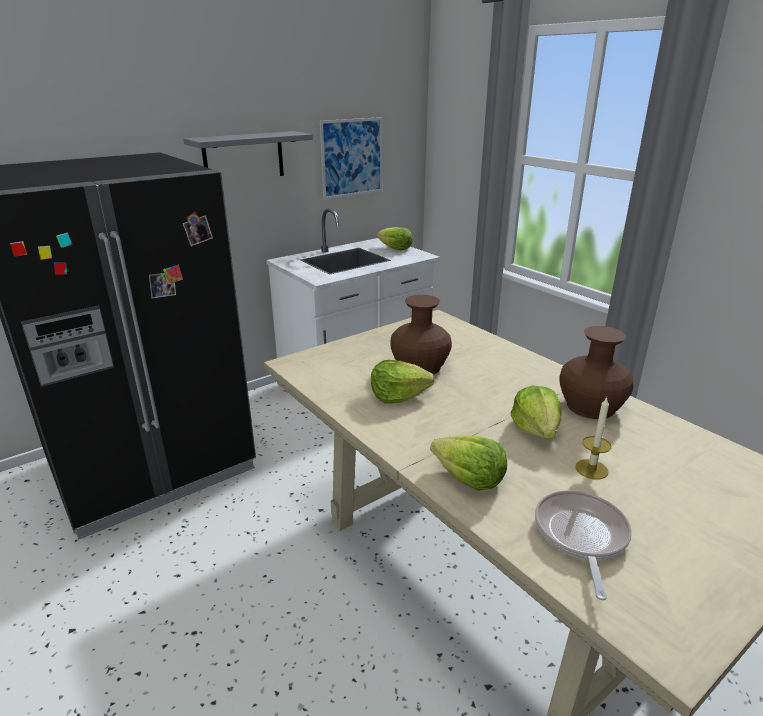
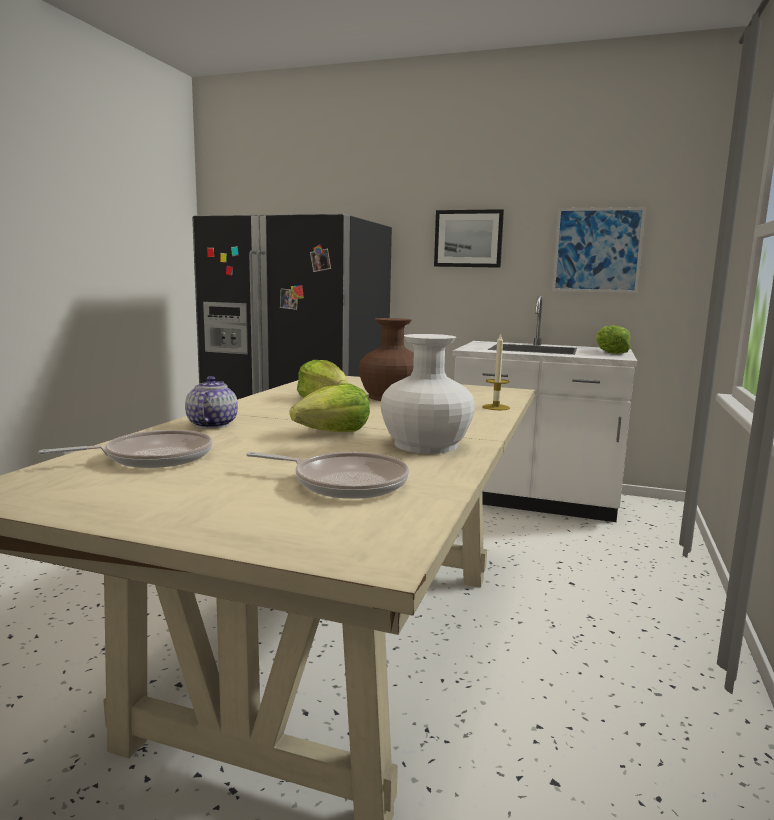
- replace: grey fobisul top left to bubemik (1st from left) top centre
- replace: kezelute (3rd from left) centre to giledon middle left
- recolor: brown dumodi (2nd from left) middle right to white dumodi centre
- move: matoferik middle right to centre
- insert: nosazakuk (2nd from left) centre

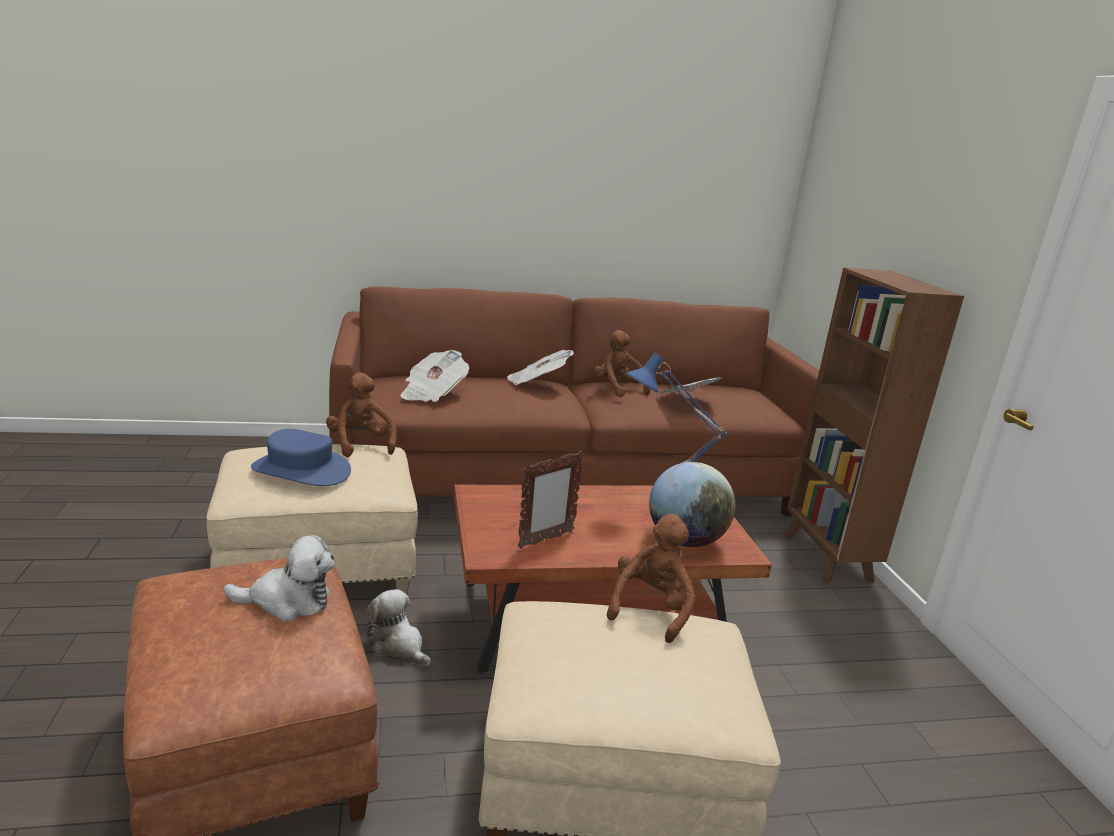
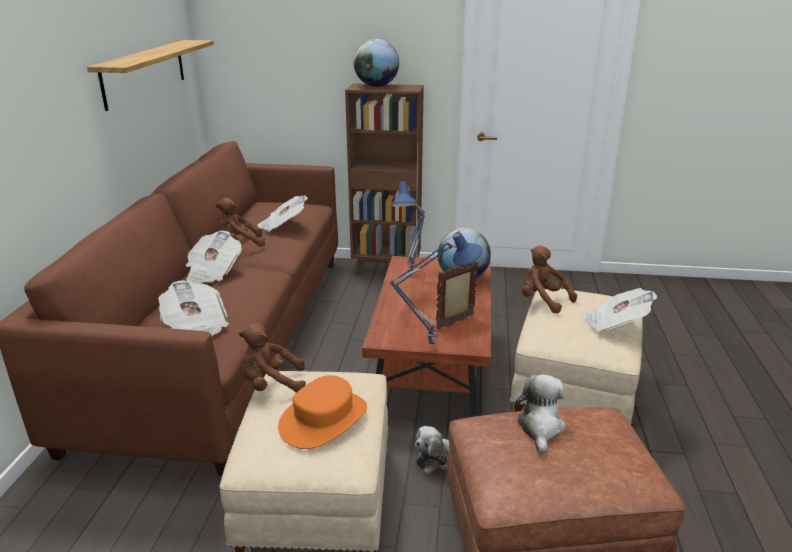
- recolor: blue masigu middle left to orange masigu bottom centre
- rotate: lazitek centre = centre 105 degrees counterclockwise
- insert: fobisul top left
- insert: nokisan (1st from left) top centre
- insert: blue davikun (2nd from left) centre
- insert: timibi (4th from left) middle right

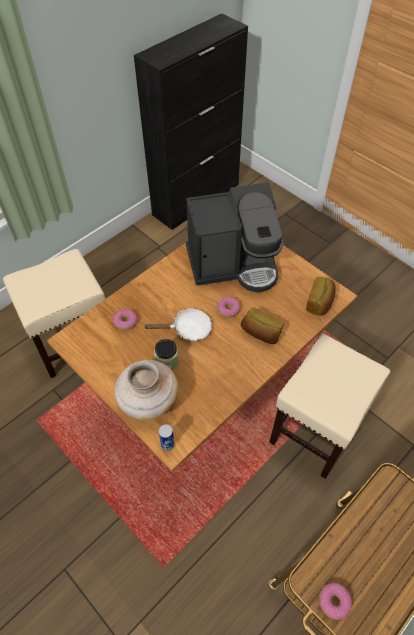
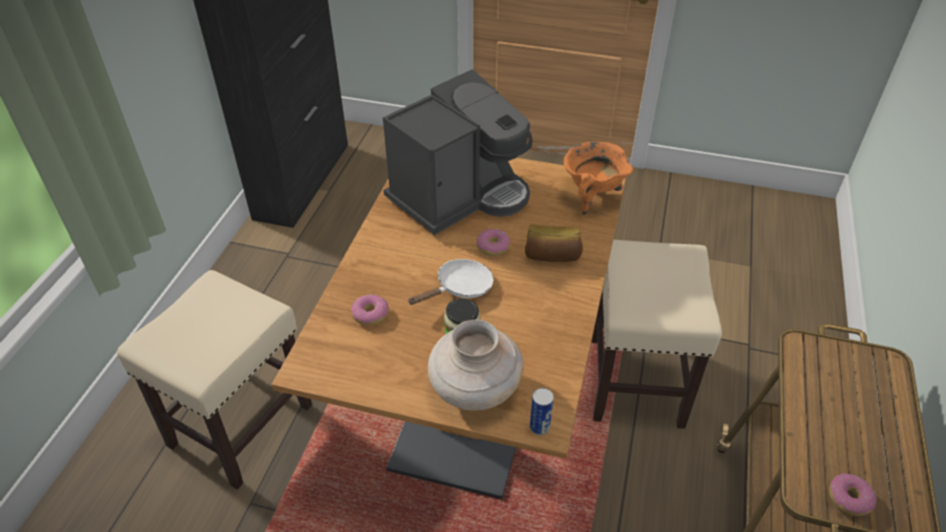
- replace: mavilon (2nd from left) middle right to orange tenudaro centre

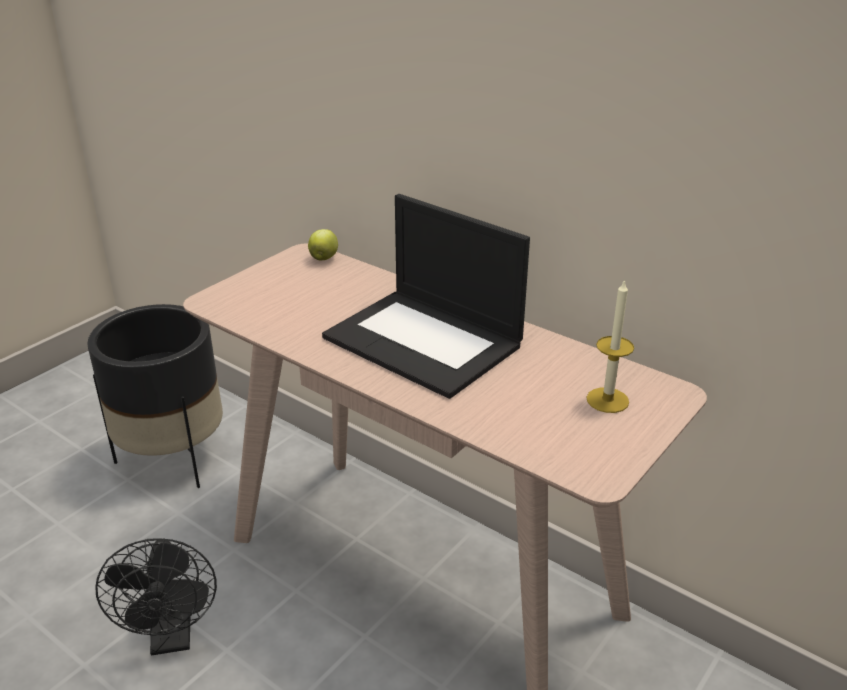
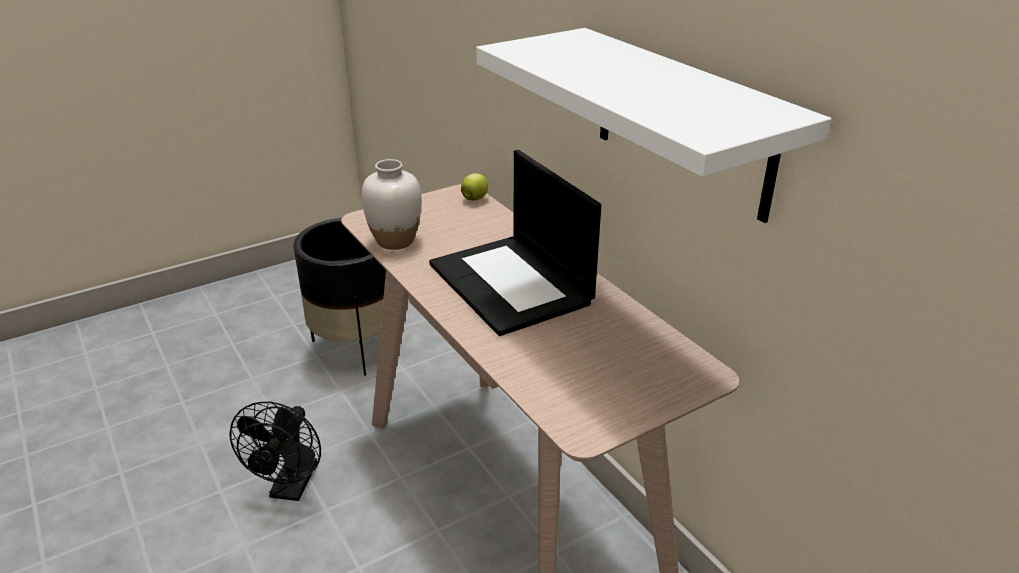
- delete: matoferik middle right
- insert: white dumodi centre
- insert: white fobisul top centre

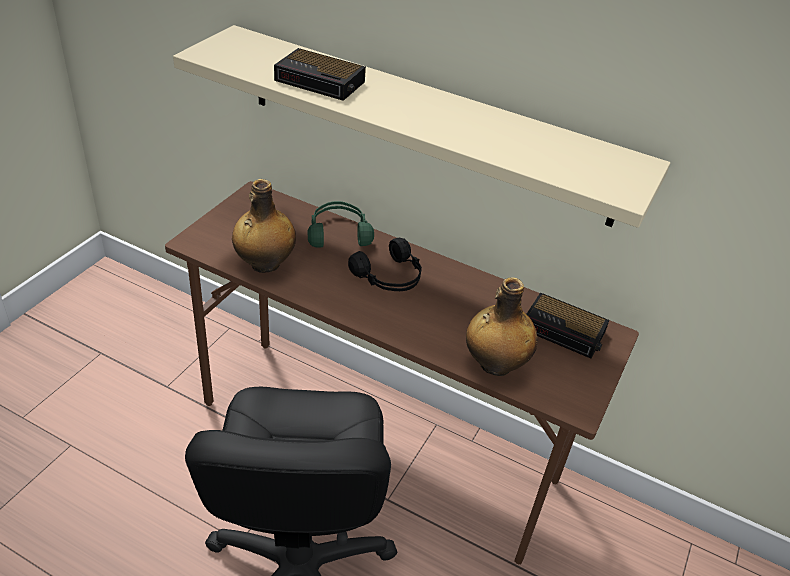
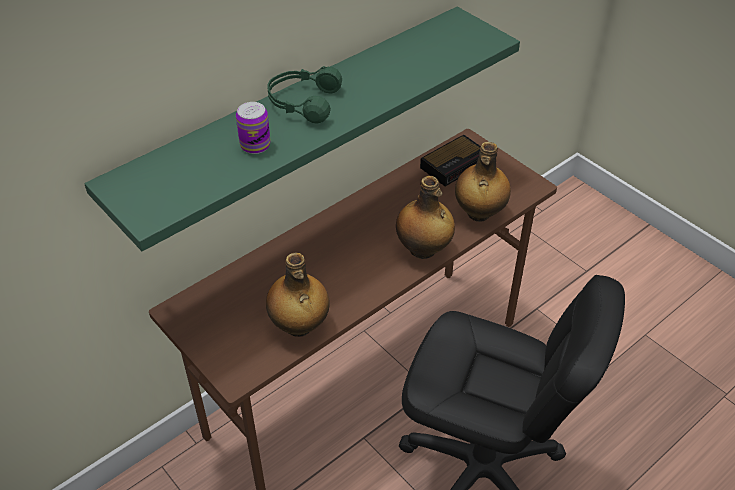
- recolor: beige fobisul top centre to green fobisul top centre
- replace: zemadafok (1st from left) top centre to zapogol top centre
- move: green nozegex centre to top centre
- delete: black nozegex centre
- insert: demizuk (2nd from left) centre

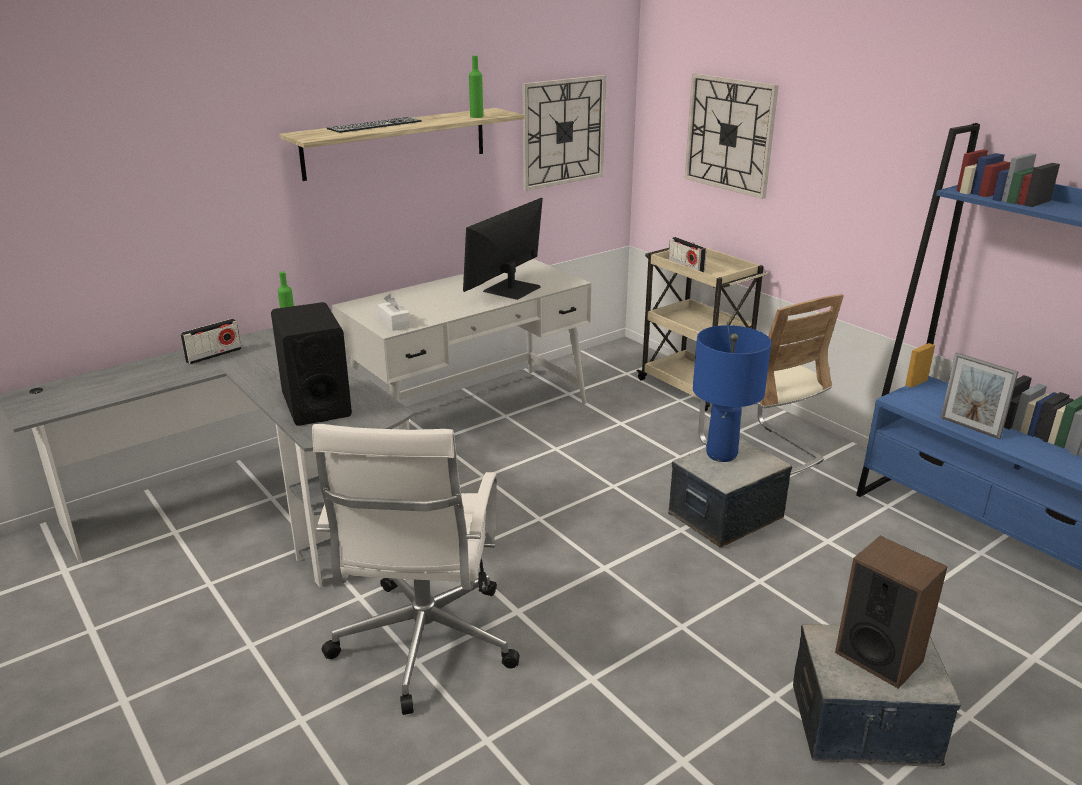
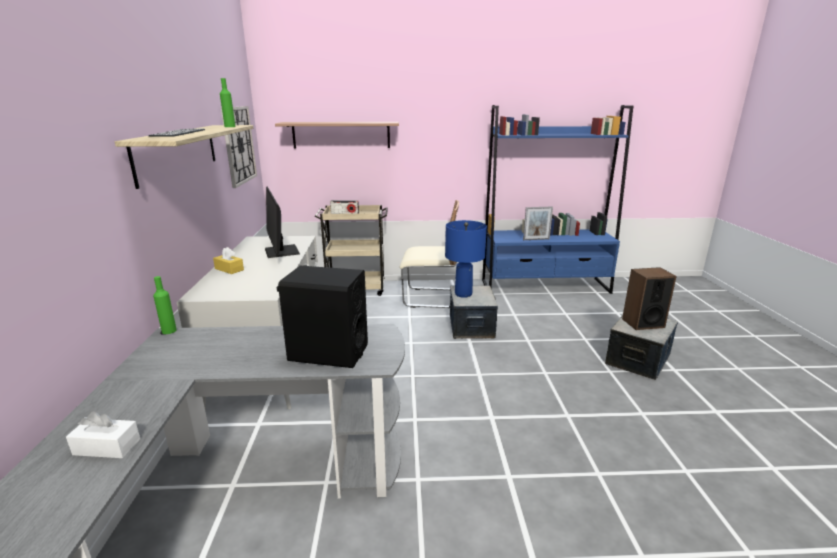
- delete: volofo (1st from left) middle left
- delete: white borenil bottom centre
- move: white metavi centre to bottom left
- replace: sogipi (2nd from left) top right to fobisul (2nd from left) top centre
- insert: yellow metavi middle left

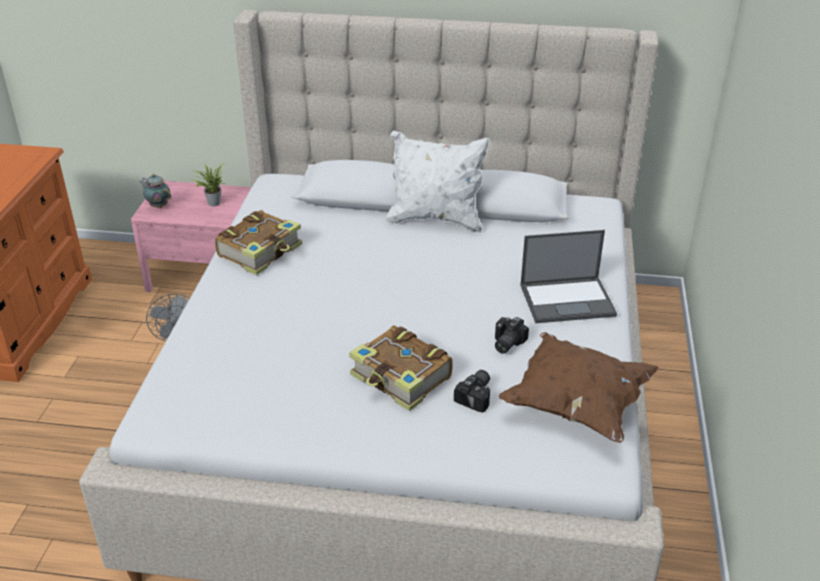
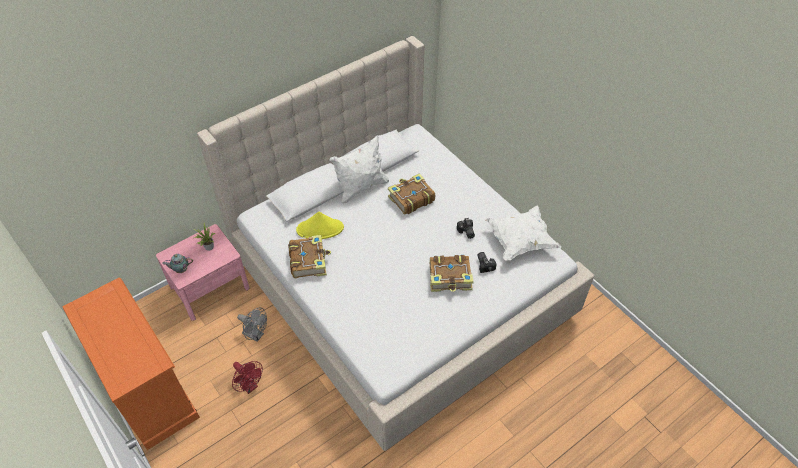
- recolor: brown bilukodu middle right to white bilukodu (2nd from left) centre
- delete: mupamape middle right
- insert: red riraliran bottom left
- insert: yellow masigu centre
- insert: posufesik (2nd from left) centre

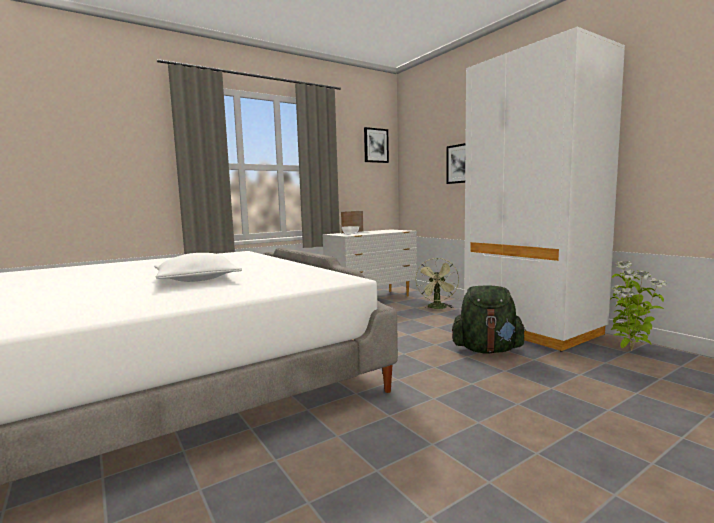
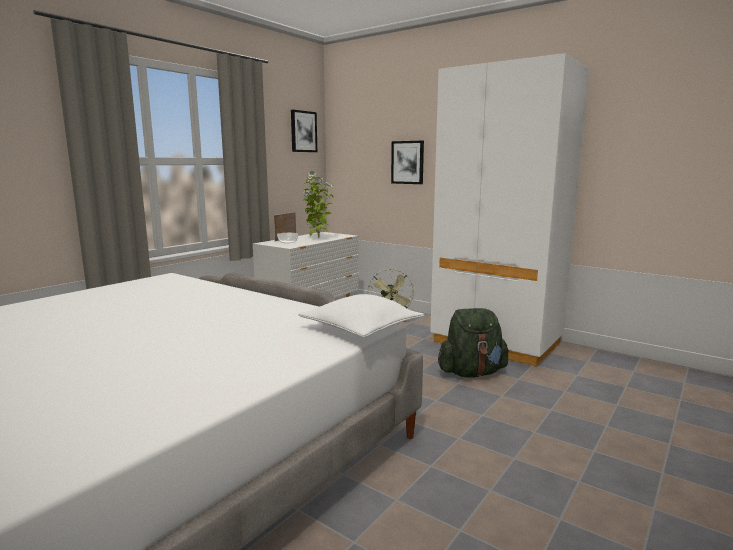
- move: white bilukodu middle left to centre
- move: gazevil middle right to centre

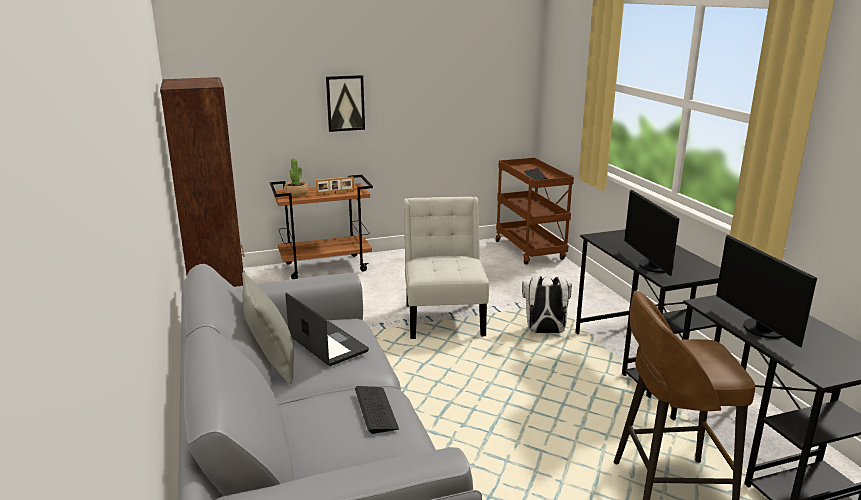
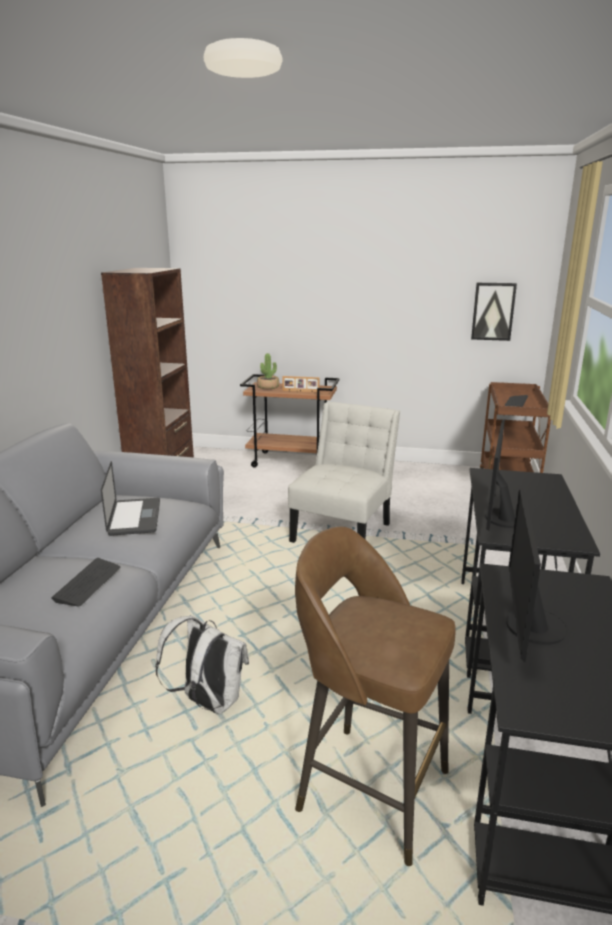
- delete: grey bilukodu middle left
- move: bubemik top centre to middle right
- move: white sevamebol centre to bottom left

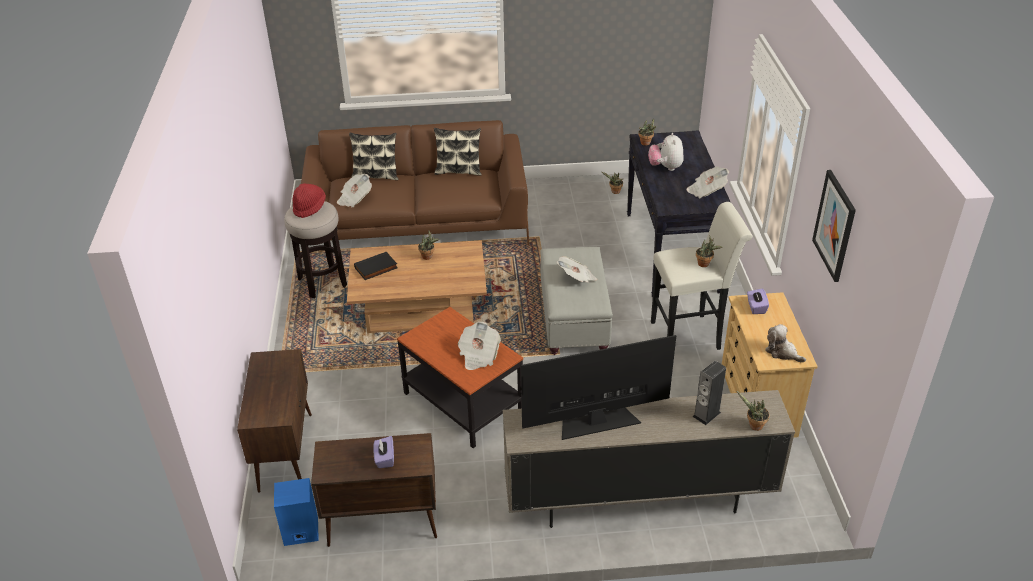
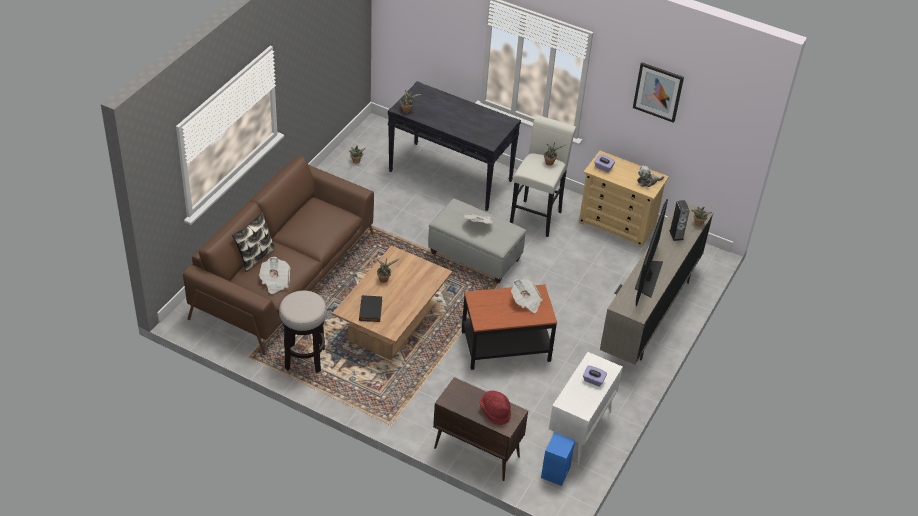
- move: red masigu middle left to bottom centre
- recolor: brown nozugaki (2nd from left) bottom centre to white nozugaki bottom centre
- delete: bilukodu (2nd from left) top centre
- delete: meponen (1st from left) top centre
- delete: timibi (4th from left) top right

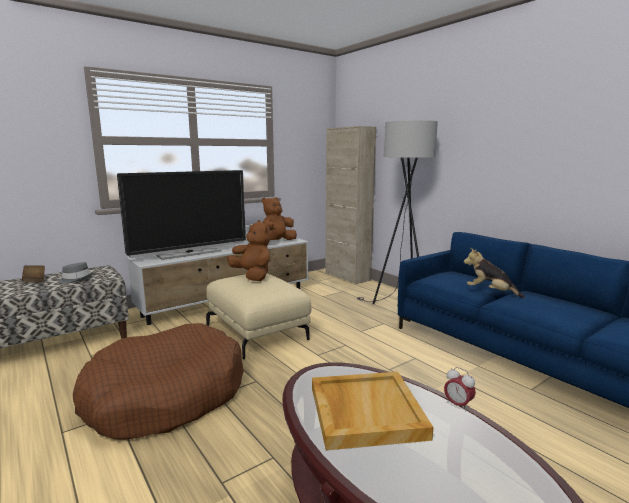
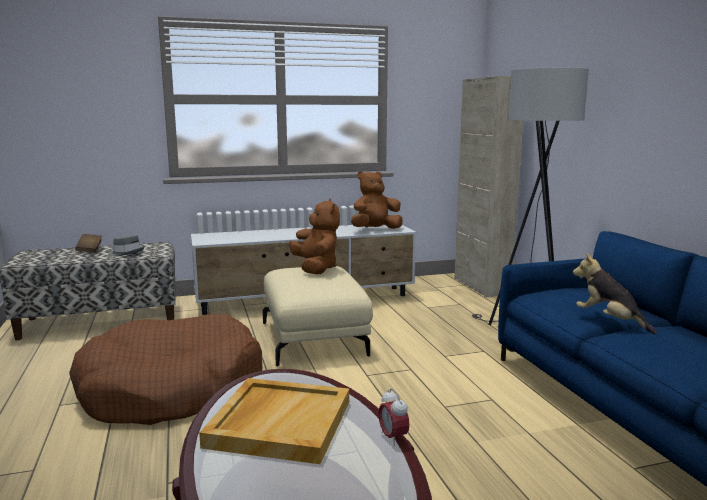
- delete: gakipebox middle left

